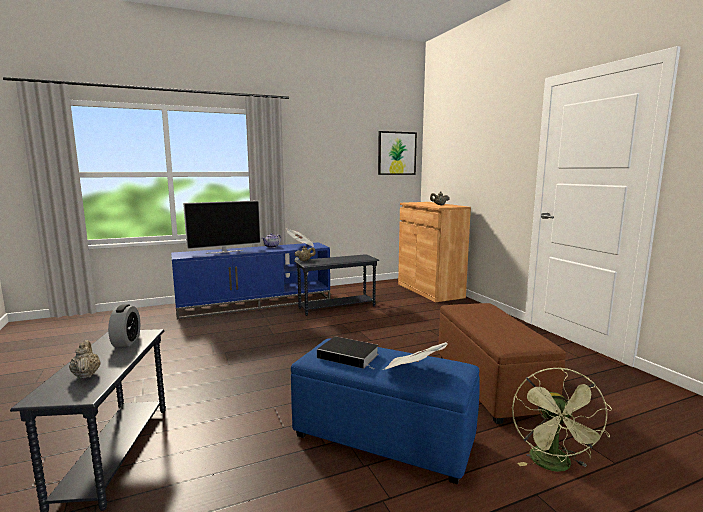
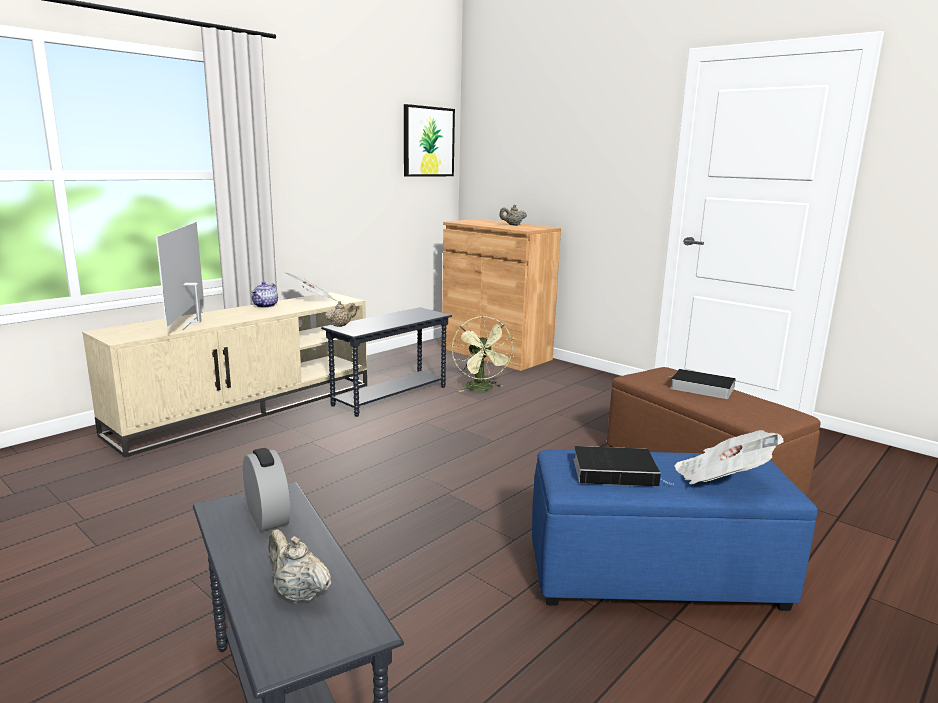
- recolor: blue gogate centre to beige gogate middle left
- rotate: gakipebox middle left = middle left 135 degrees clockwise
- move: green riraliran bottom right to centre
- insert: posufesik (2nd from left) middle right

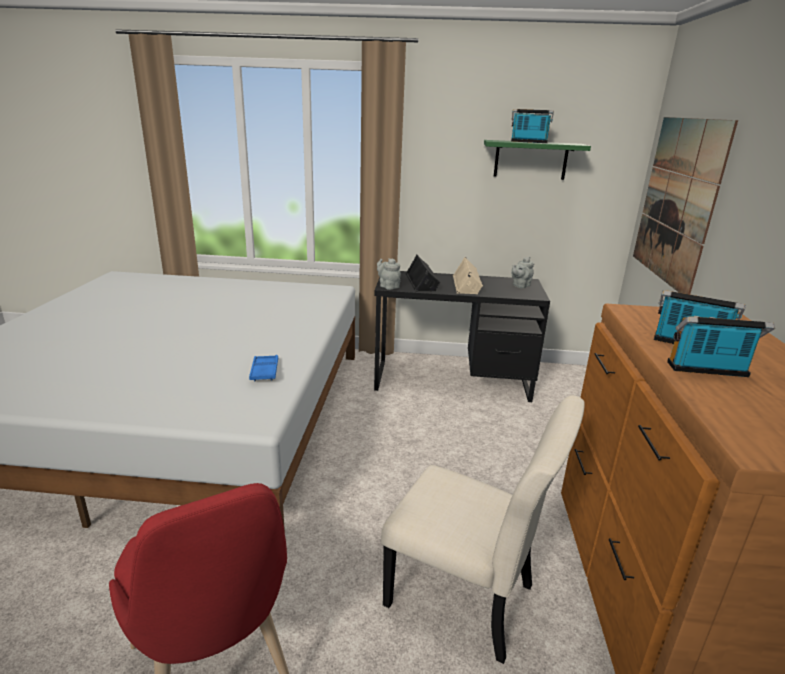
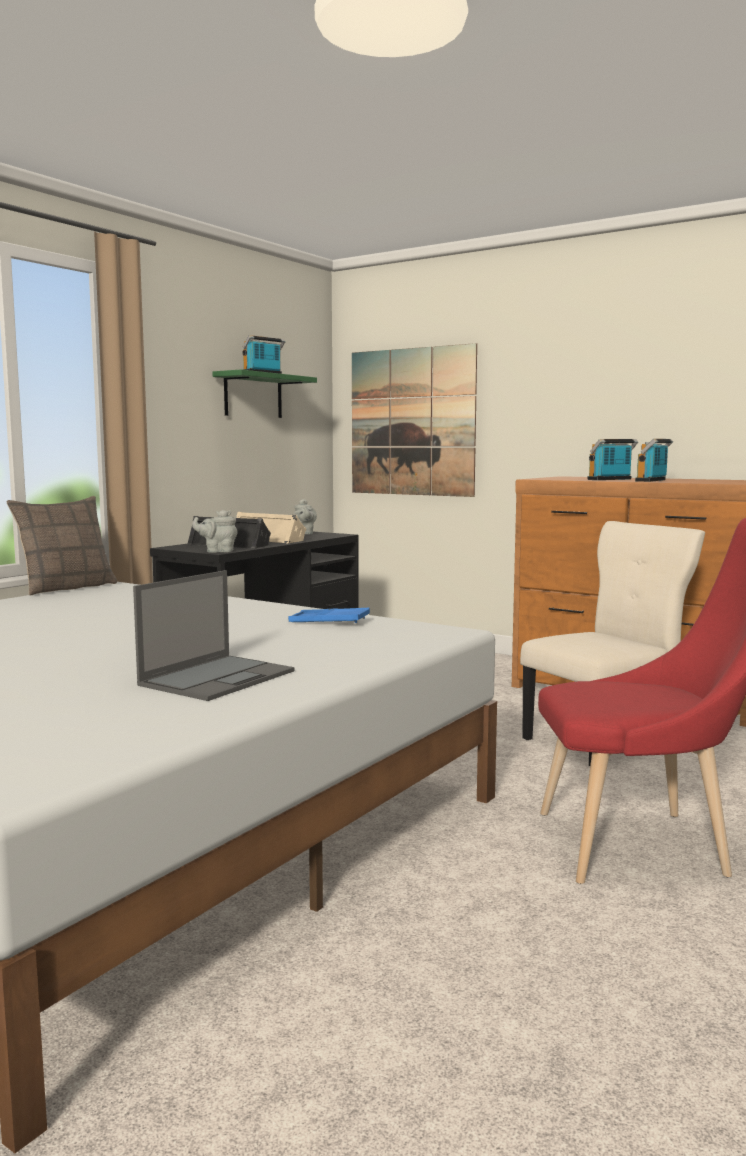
- insert: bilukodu middle left
- insert: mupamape middle left

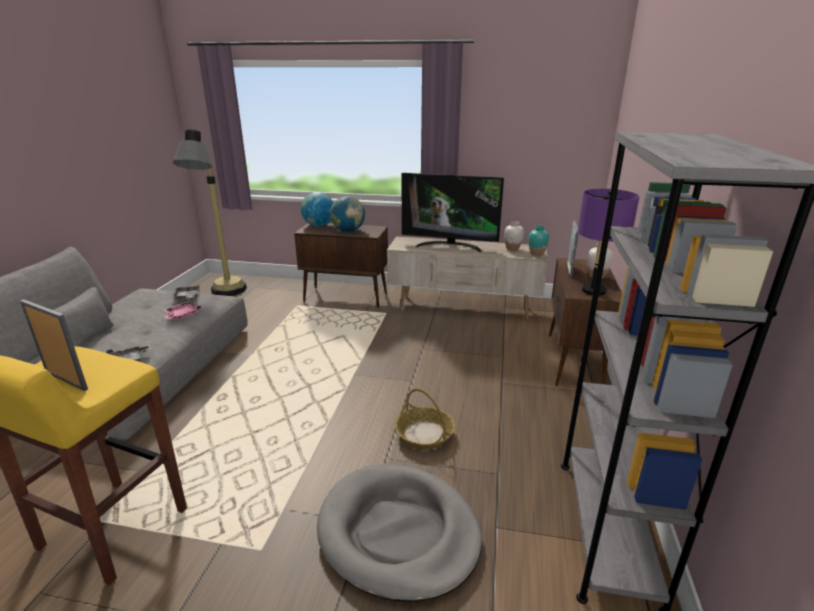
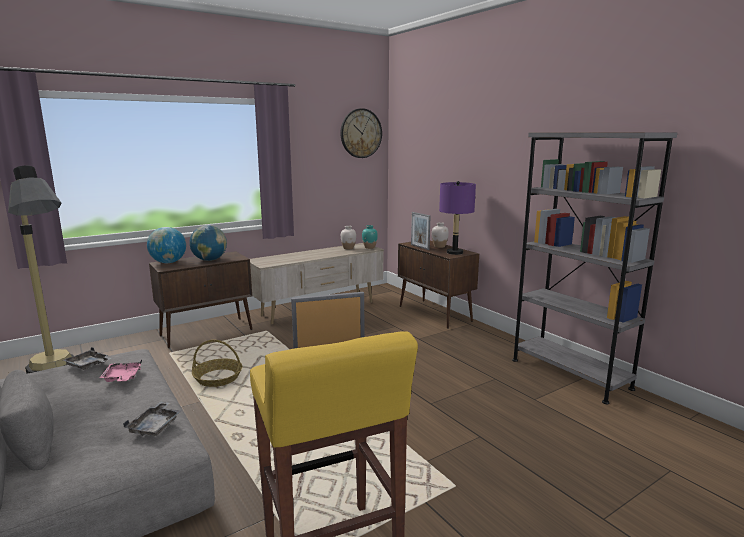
- delete: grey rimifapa bottom centre
- move: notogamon bottom centre to bottom left
- delete: gakipebox centre
- insert: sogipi top centre

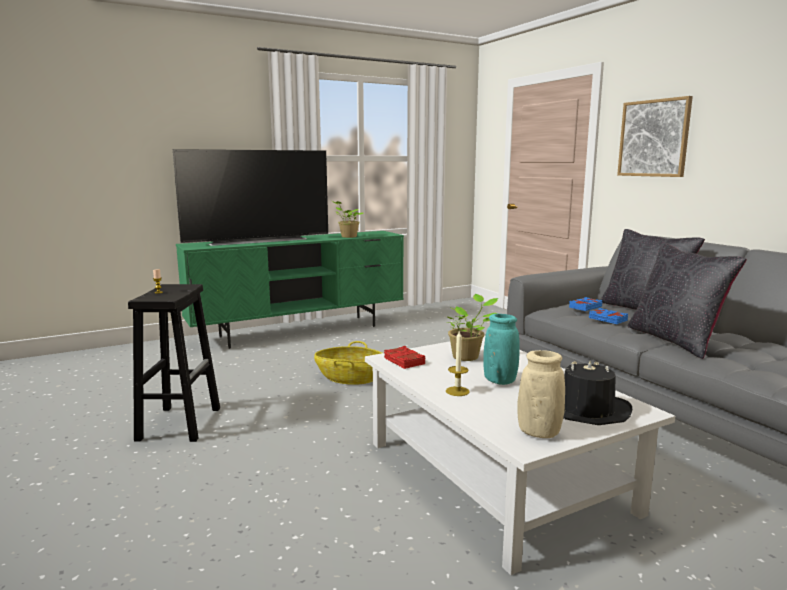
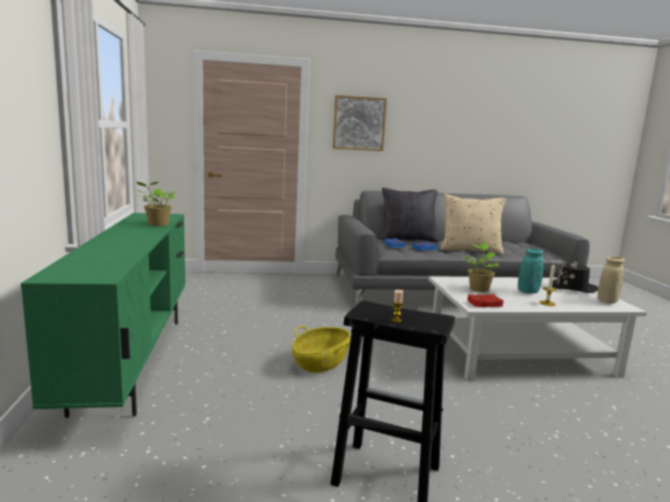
- delete: gakipebox middle left
- recolor: black bilukodu (2nd from left) middle right to beige bilukodu middle right

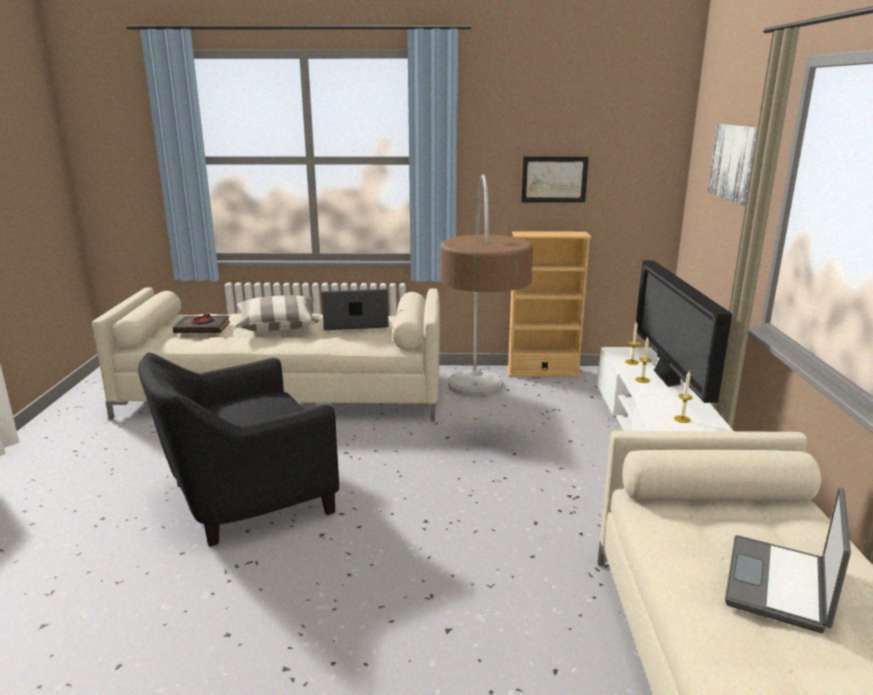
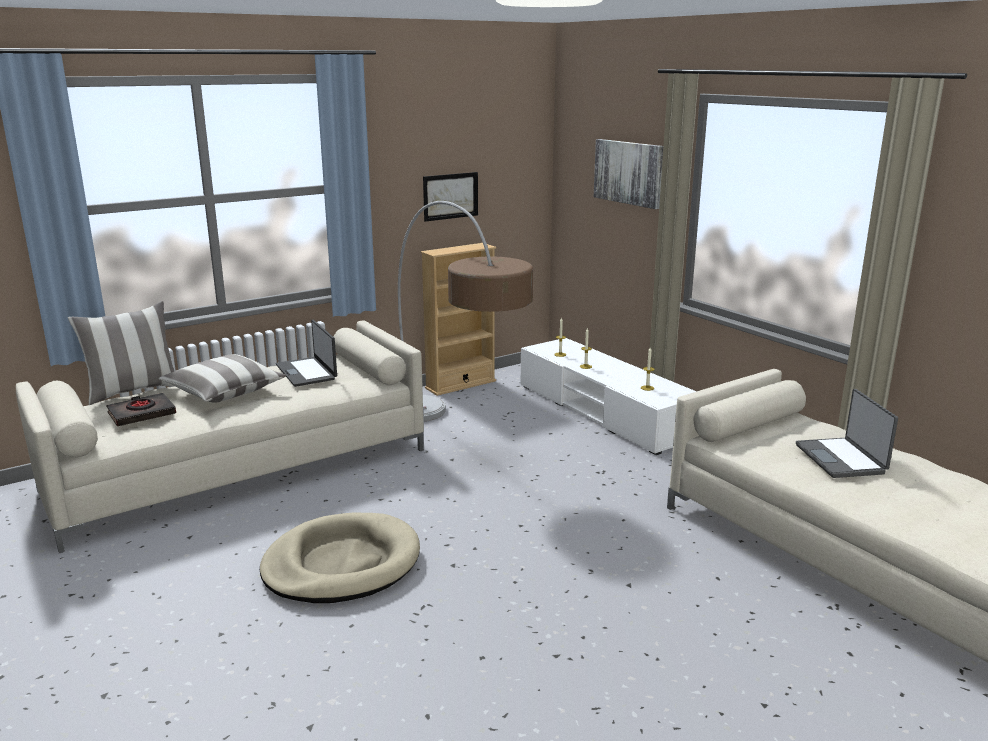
- replace: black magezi middle left to beige rimifapa bottom centre
- rotate: mupamape (1st from left) centre = middle left 75 degrees counterclockwise
- delete: gakipebox middle right
- insert: bilukodu (1st from left) middle left

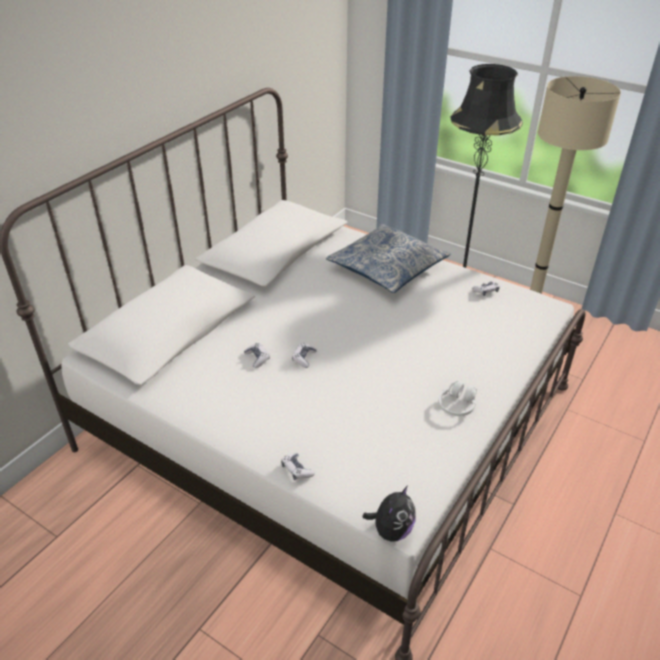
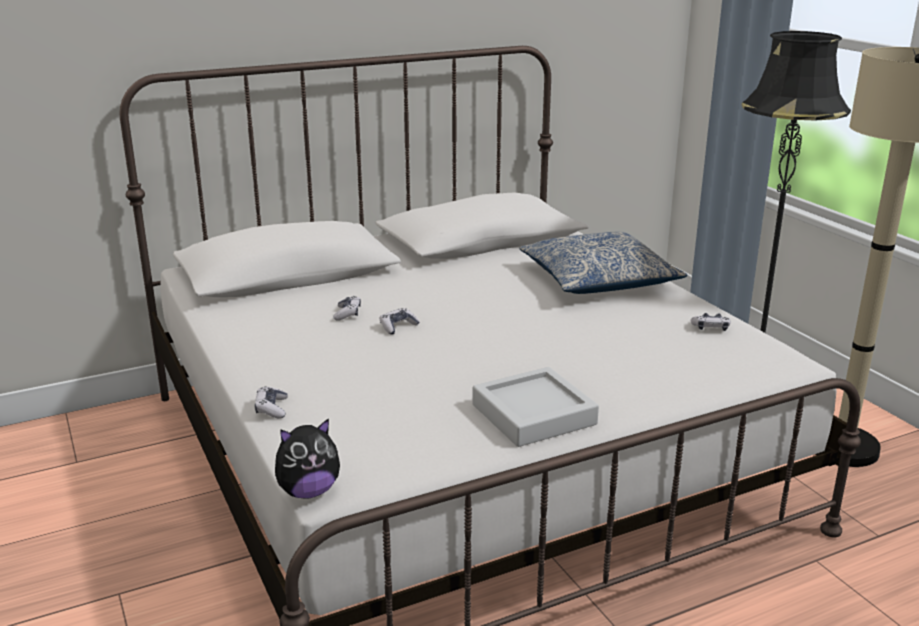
- replace: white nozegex middle right to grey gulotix centre

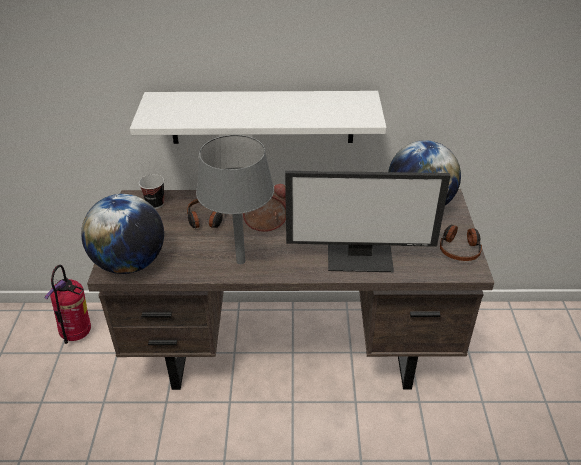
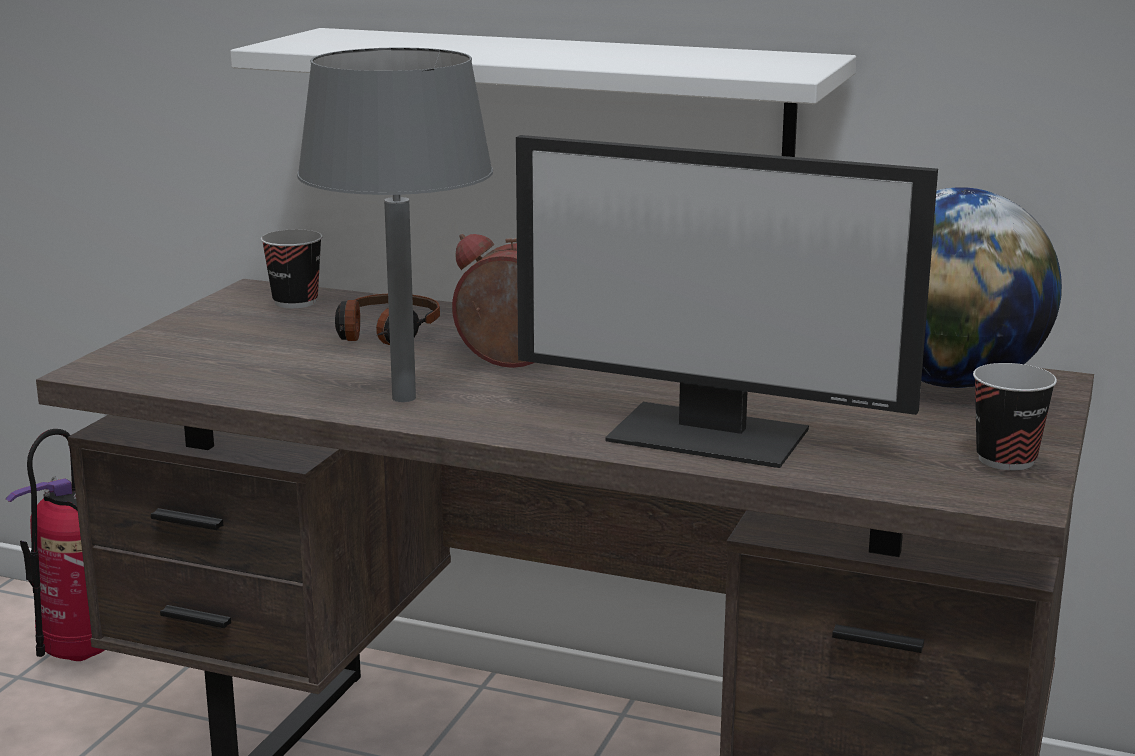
- delete: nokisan (1st from left) middle left
- replace: nozegex (2nd from left) middle right to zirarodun (2nd from left) middle right

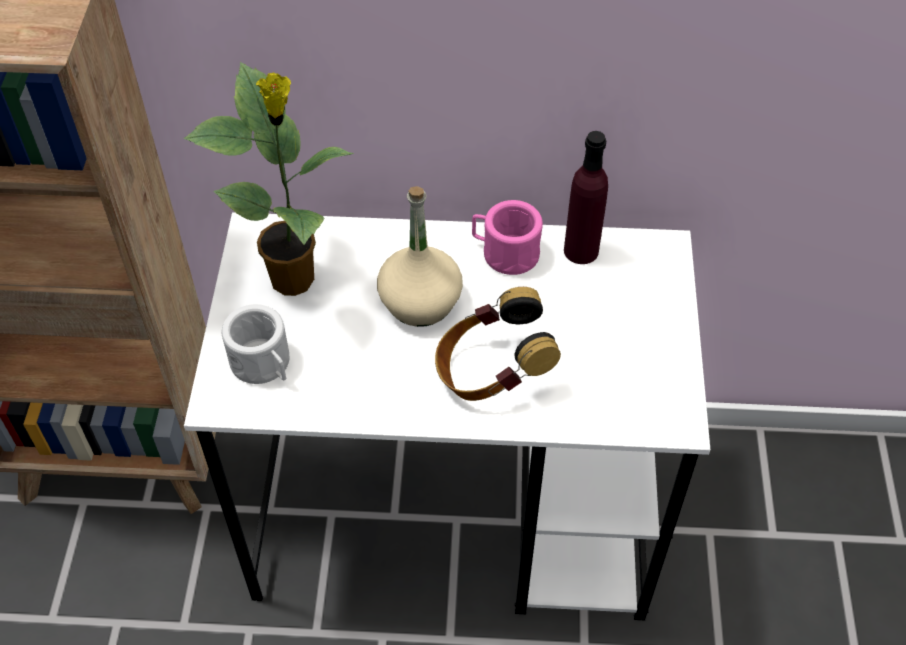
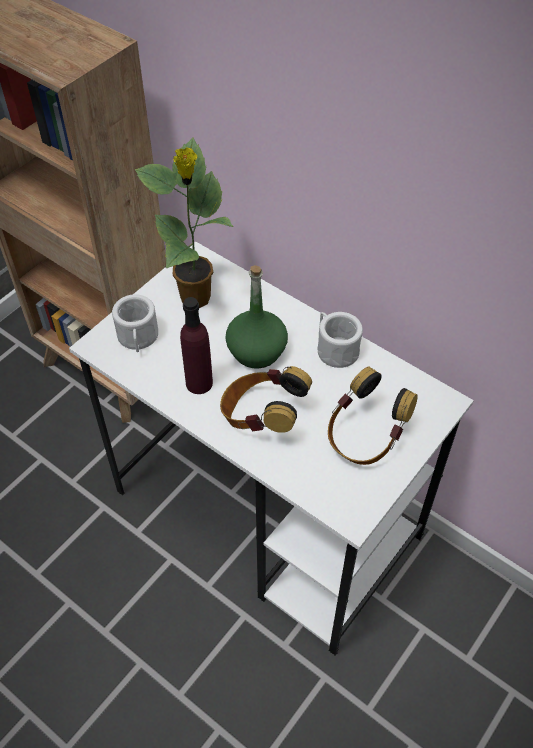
- recolor: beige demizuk centre to green demizuk centre
- recolor: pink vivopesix centre to white vivopesix (2nd from left) centre
- move: purple demizuk top centre to centre
- insert: nozegex (2nd from left) middle right

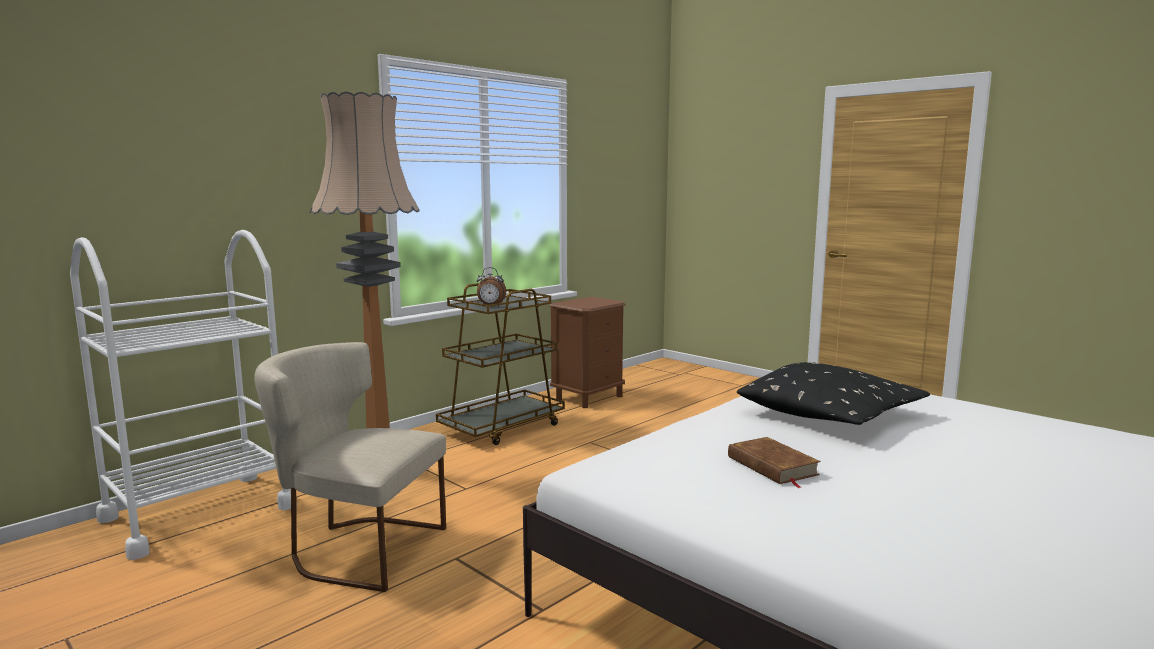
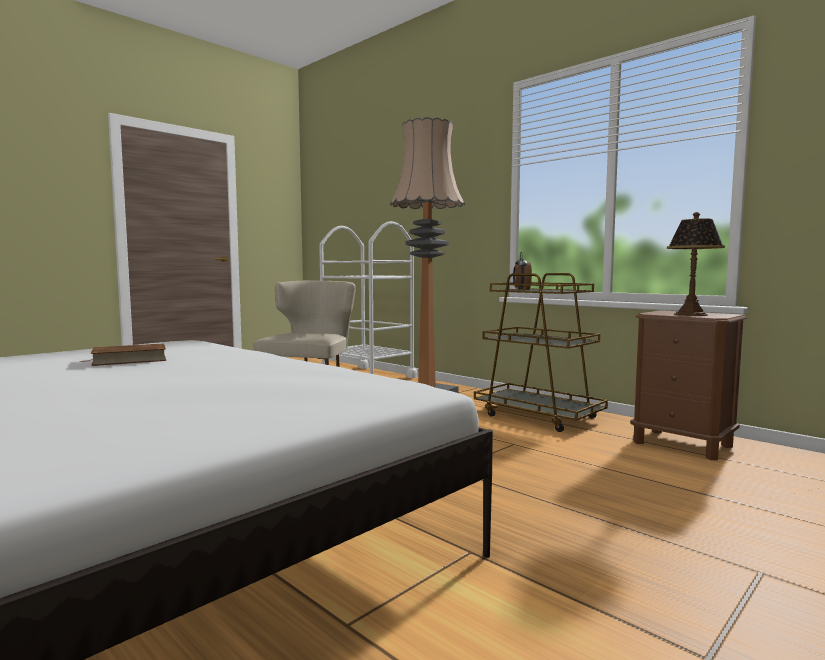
- delete: black bilukodu middle right
- insert: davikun middle right

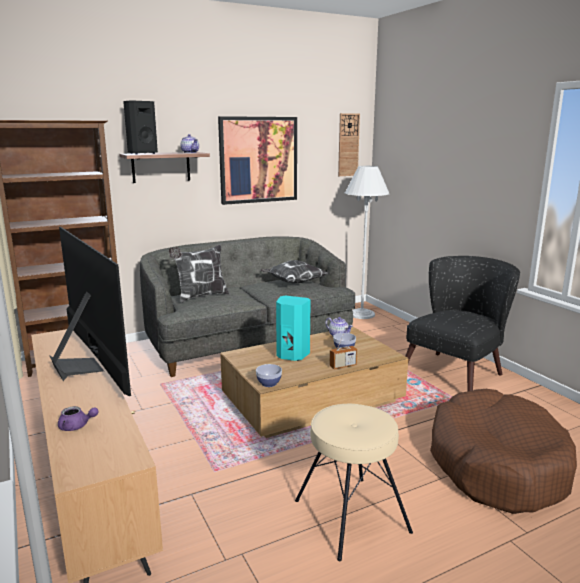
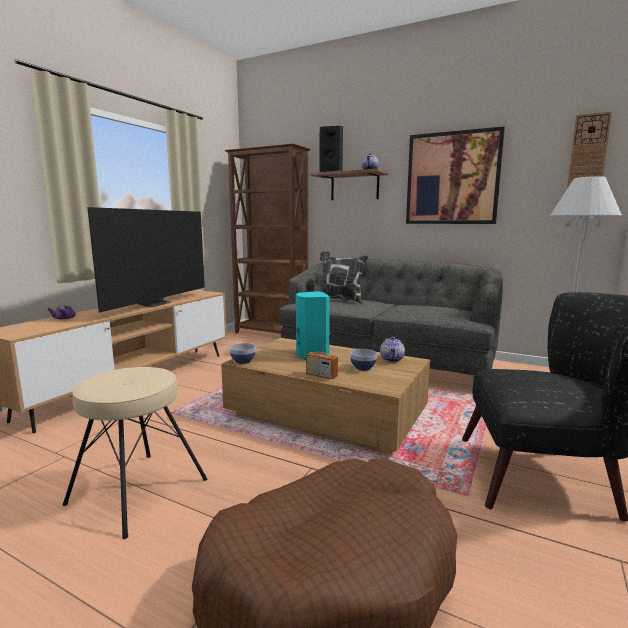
- delete: bilukodu (2nd from left) centre

